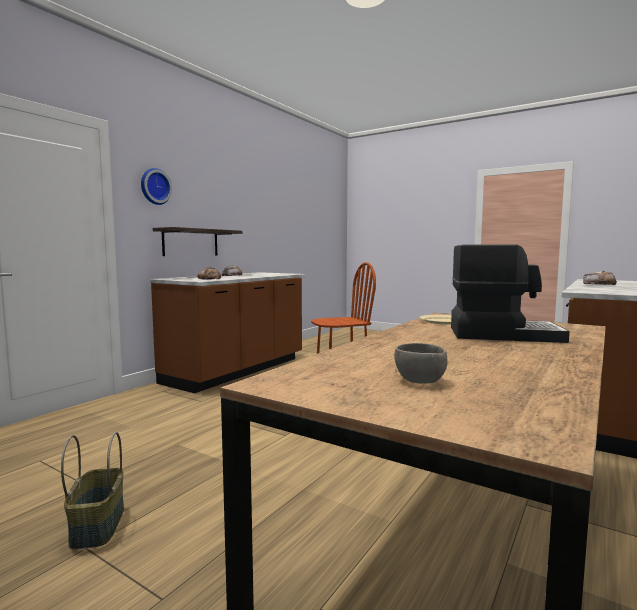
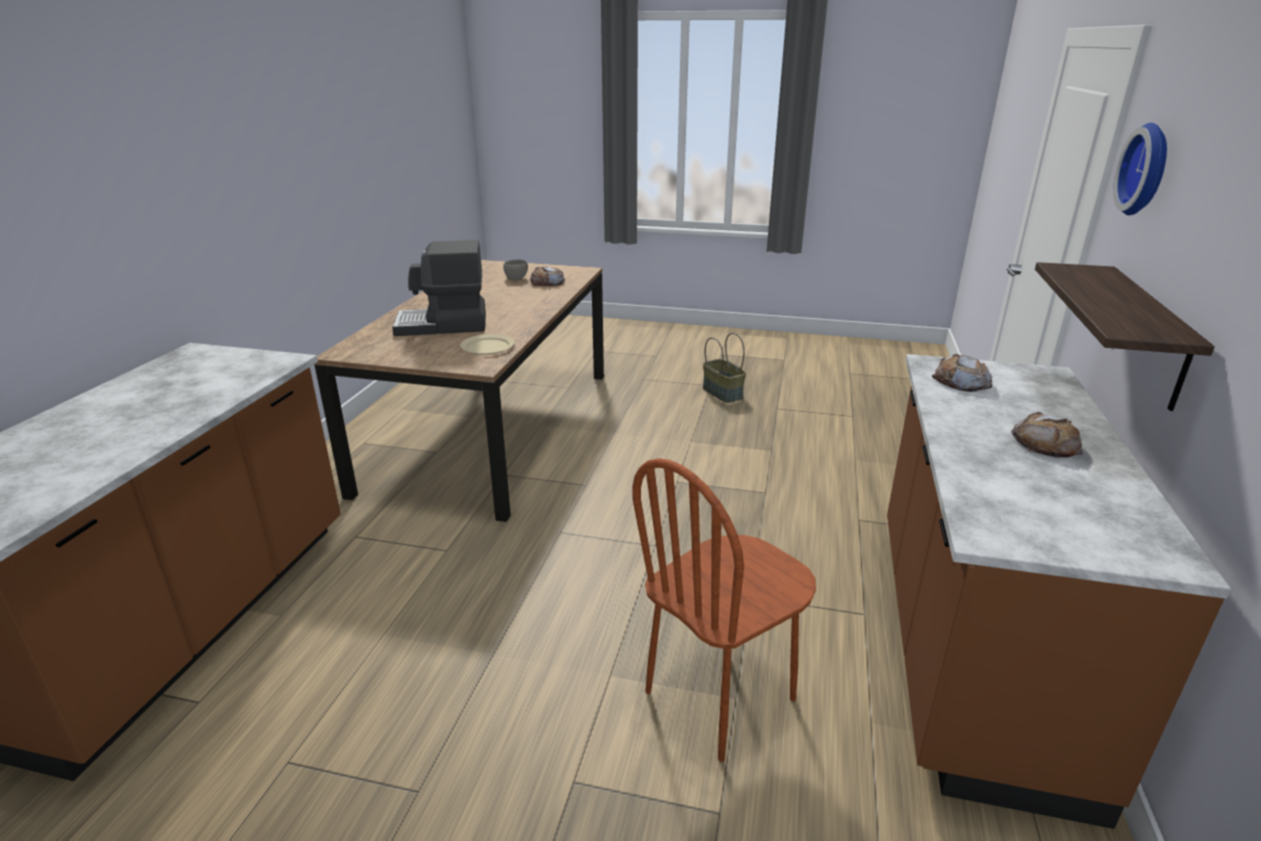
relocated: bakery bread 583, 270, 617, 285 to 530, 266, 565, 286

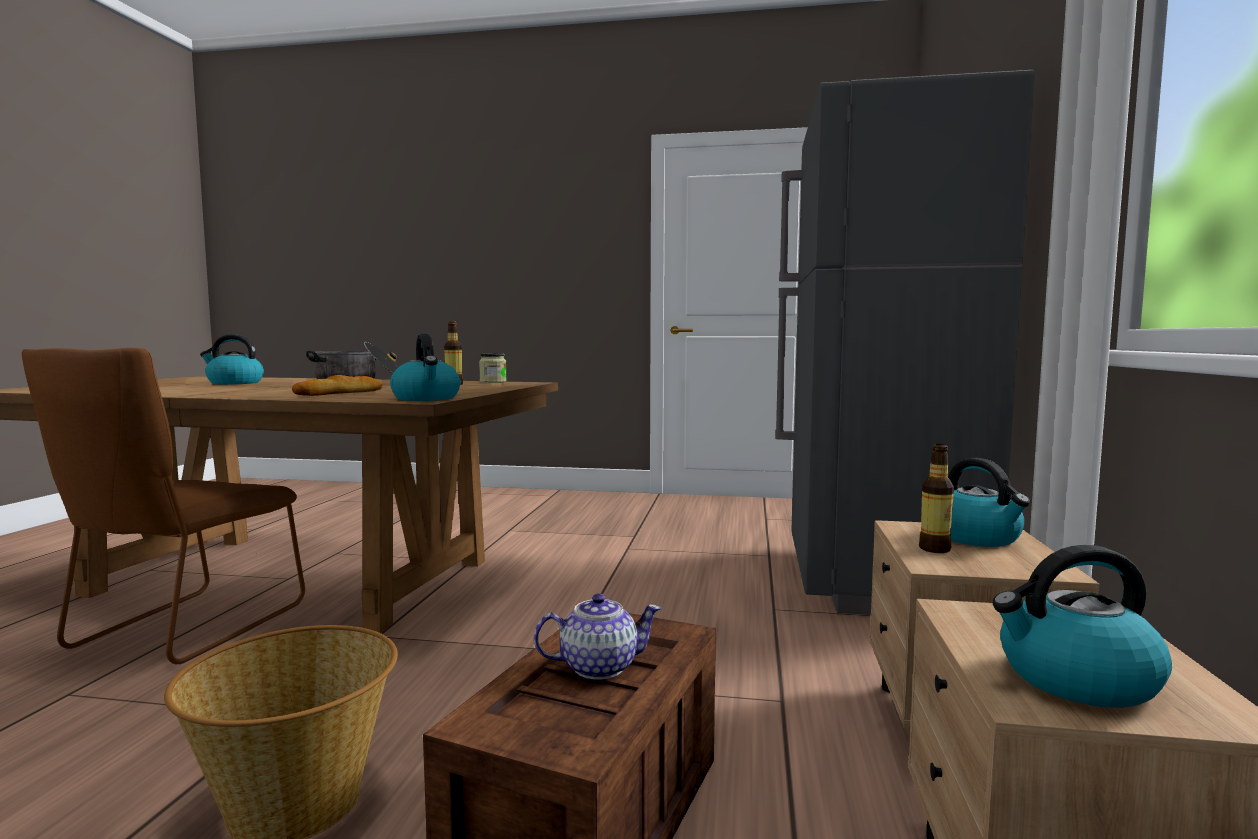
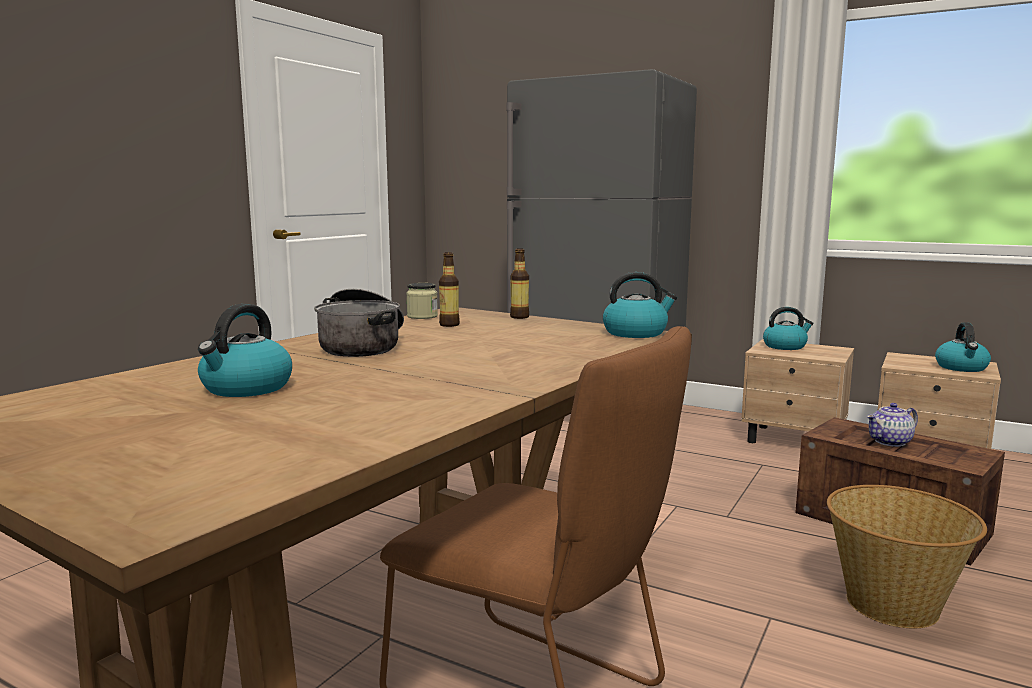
missing: bakery bread 292, 375, 383, 396
relocated: beverage bottle 919, 444, 954, 553 to 510, 249, 529, 319
spun: teapot 534, 593, 661, 679 = 866, 403, 918, 447 120 degrees counterclockwise

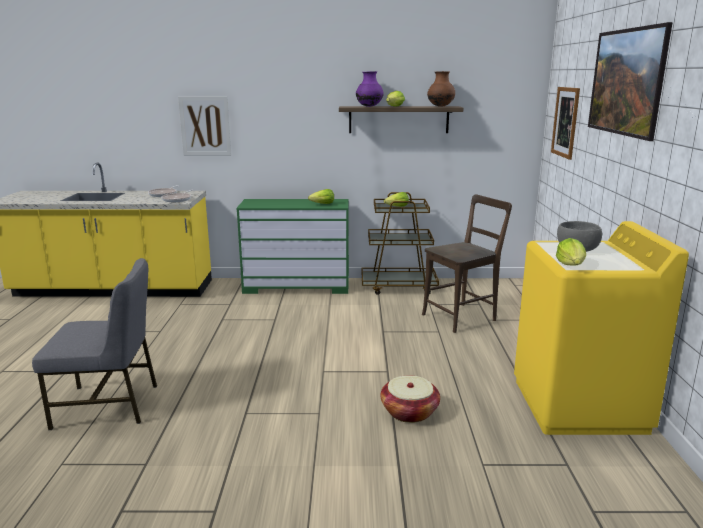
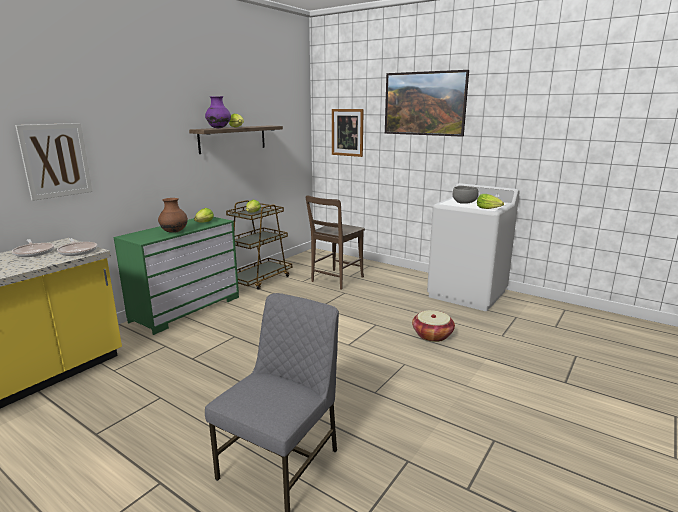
relocated: brown decorative vase 427, 71, 455, 107 to 158, 198, 188, 233
colour: yellow-coloured washing machine 514, 221, 689, 435 to whitish washing machine 427, 183, 520, 311
spun: brown plain chair 422, 194, 512, 333 = 306, 195, 365, 290 150 degrees counterclockwise

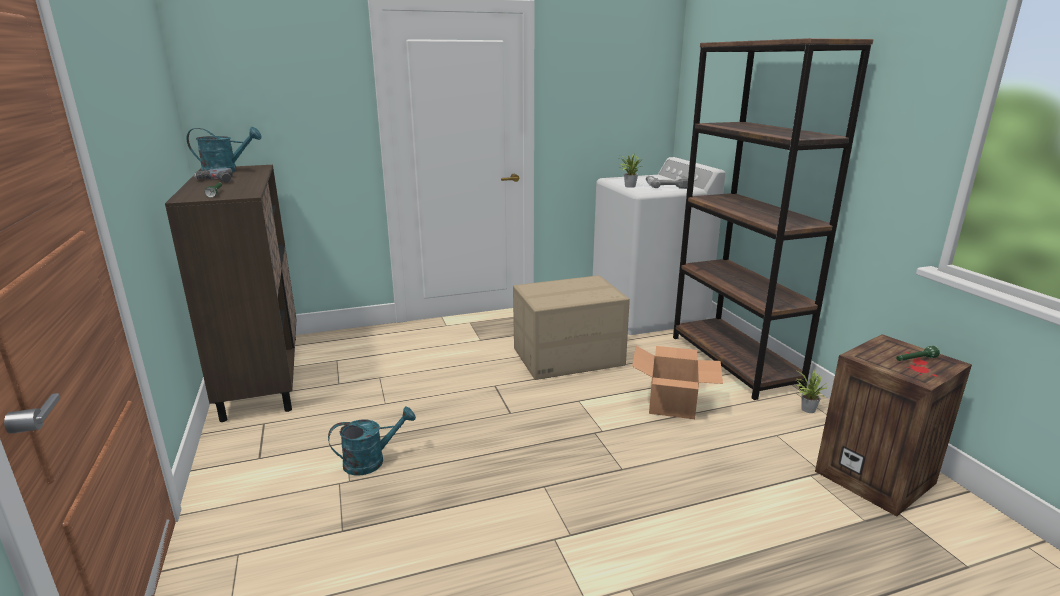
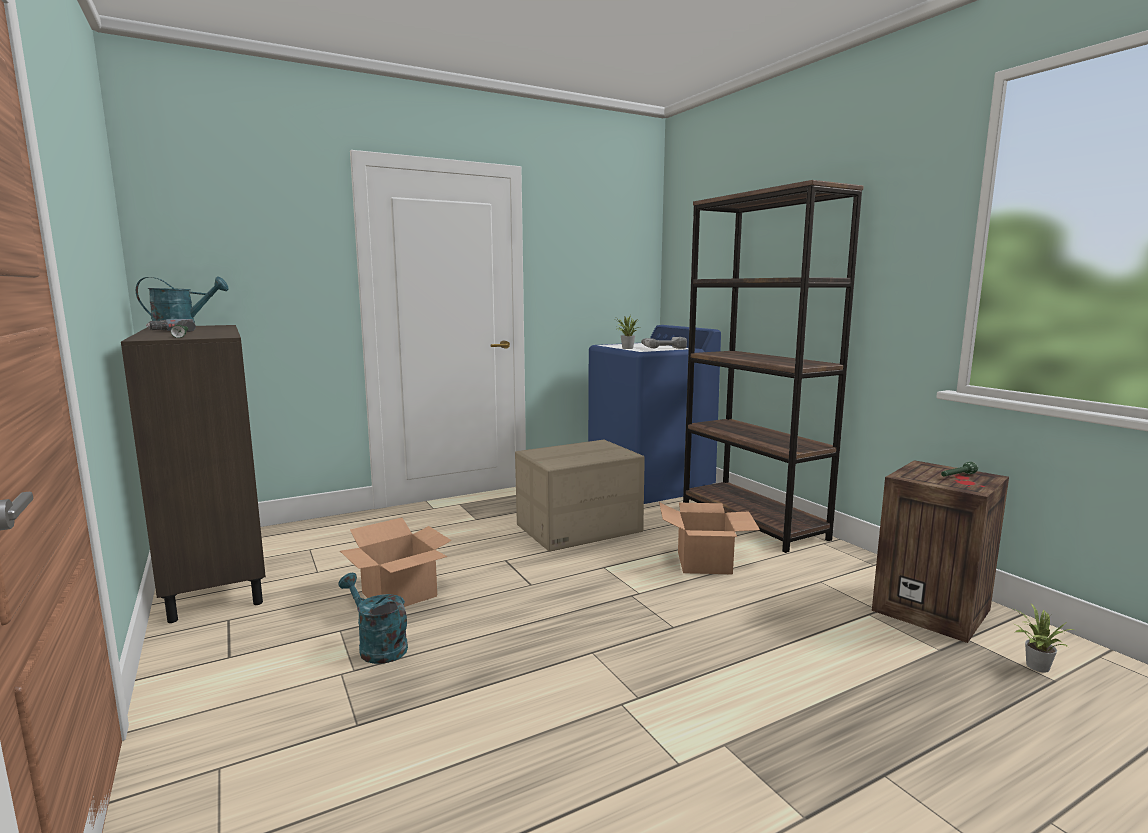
appeared: carton 340, 518, 452, 607
relocated: houseplant 797, 369, 828, 413 to 1014, 604, 1074, 672
colour: whitish washing machine 593, 157, 726, 335 to blue washing machine 588, 325, 721, 504
spun: turquoise-coloured watering can 328, 406, 416, 476 = 338, 573, 408, 664 105 degrees counterclockwise

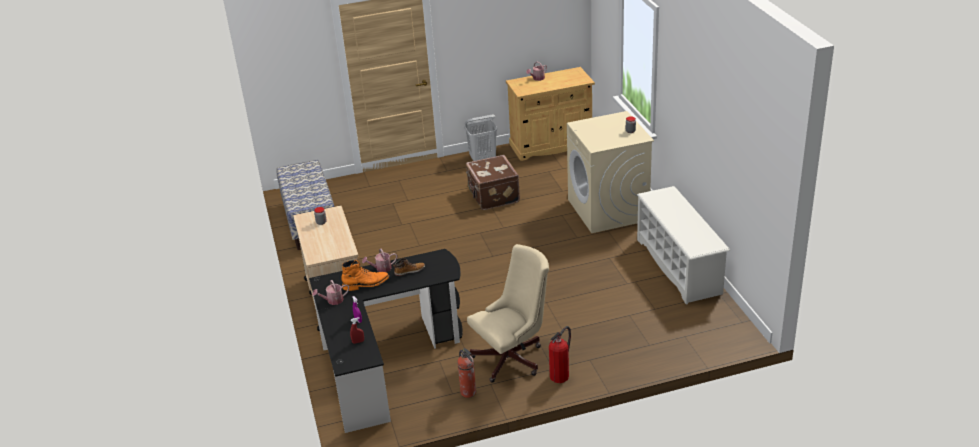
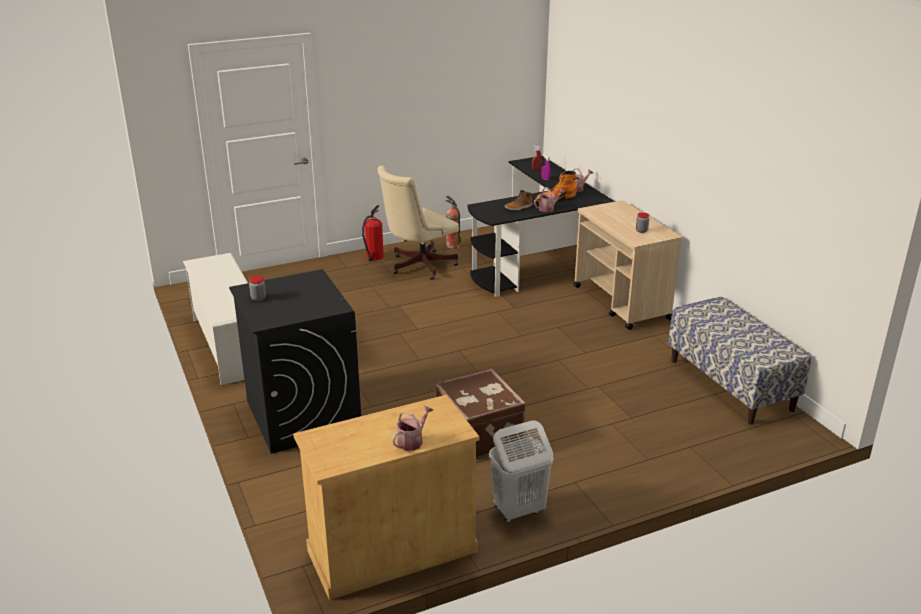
colour: beige-coloured washing machine 567, 111, 654, 233 to blackish washing machine 229, 269, 361, 454

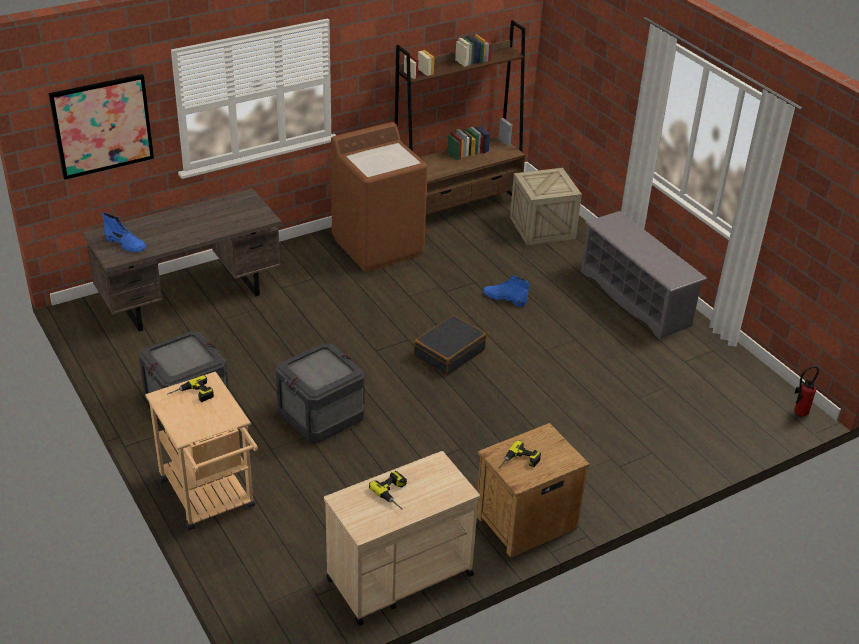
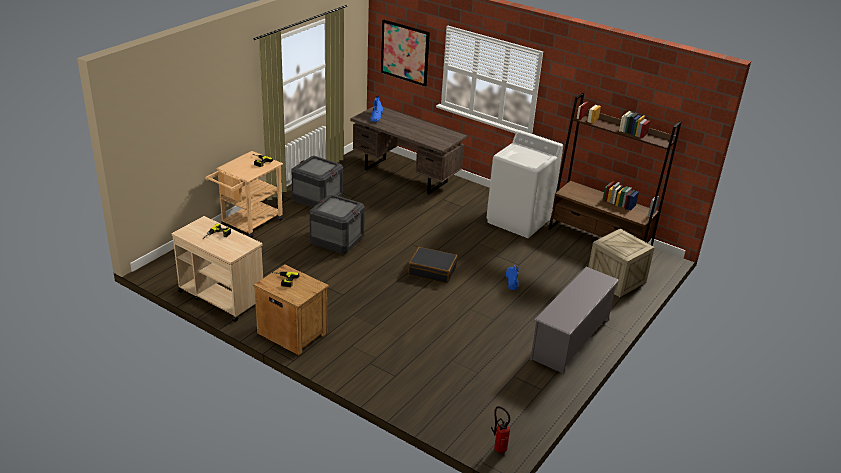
colour: brown washing machine 331, 122, 428, 272 to whitish washing machine 486, 130, 563, 238

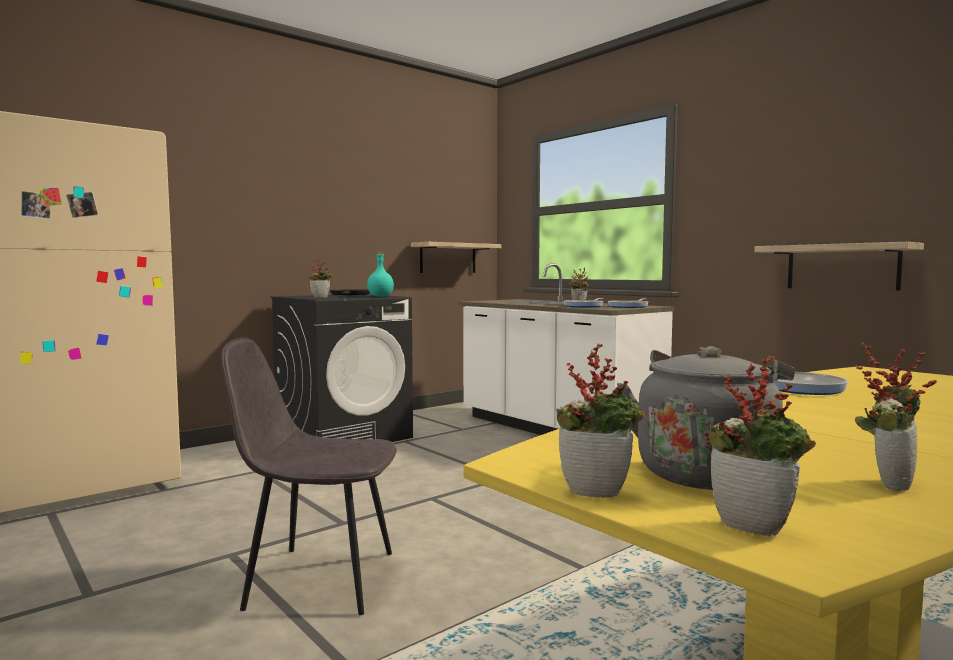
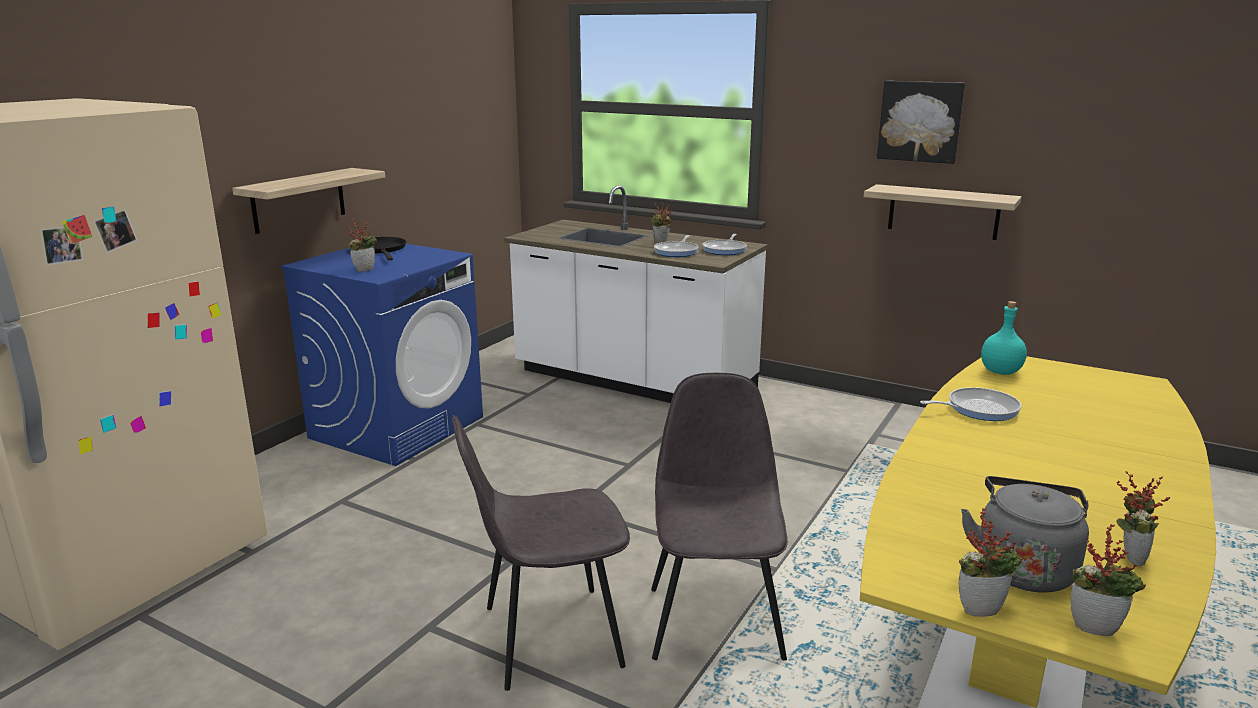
appeared: gray plain chair 651, 373, 788, 661; picture 877, 81, 965, 164
relocated: shelf 411, 242, 502, 273 to 232, 168, 385, 234; turquoise-coloured beverage bottle 367, 251, 394, 297 to 981, 301, 1027, 375
colour: blackish washing machine 271, 295, 413, 442 to blue washing machine 280, 244, 483, 466

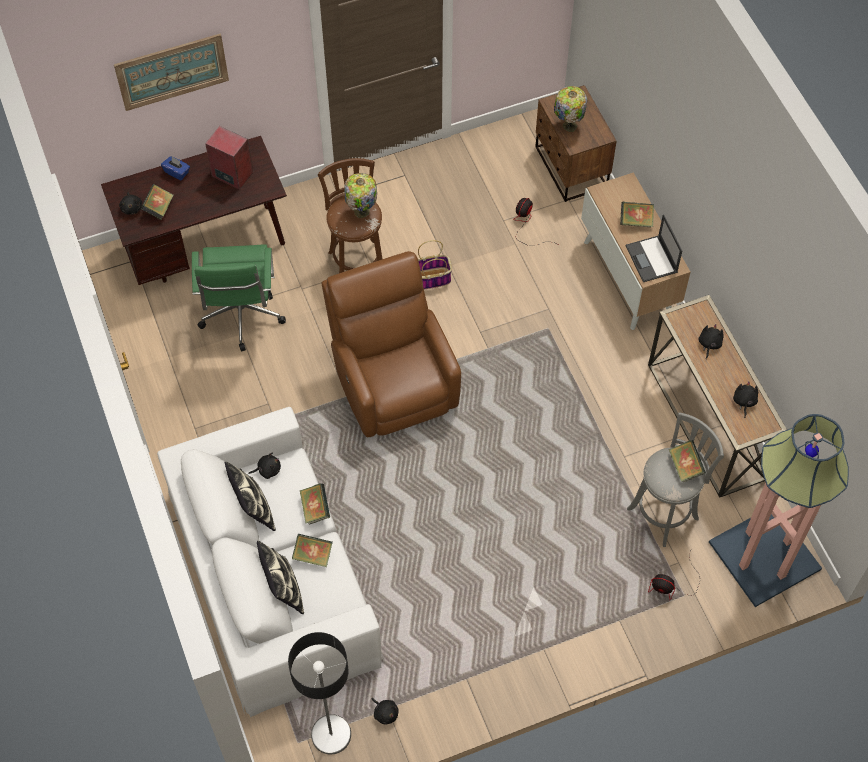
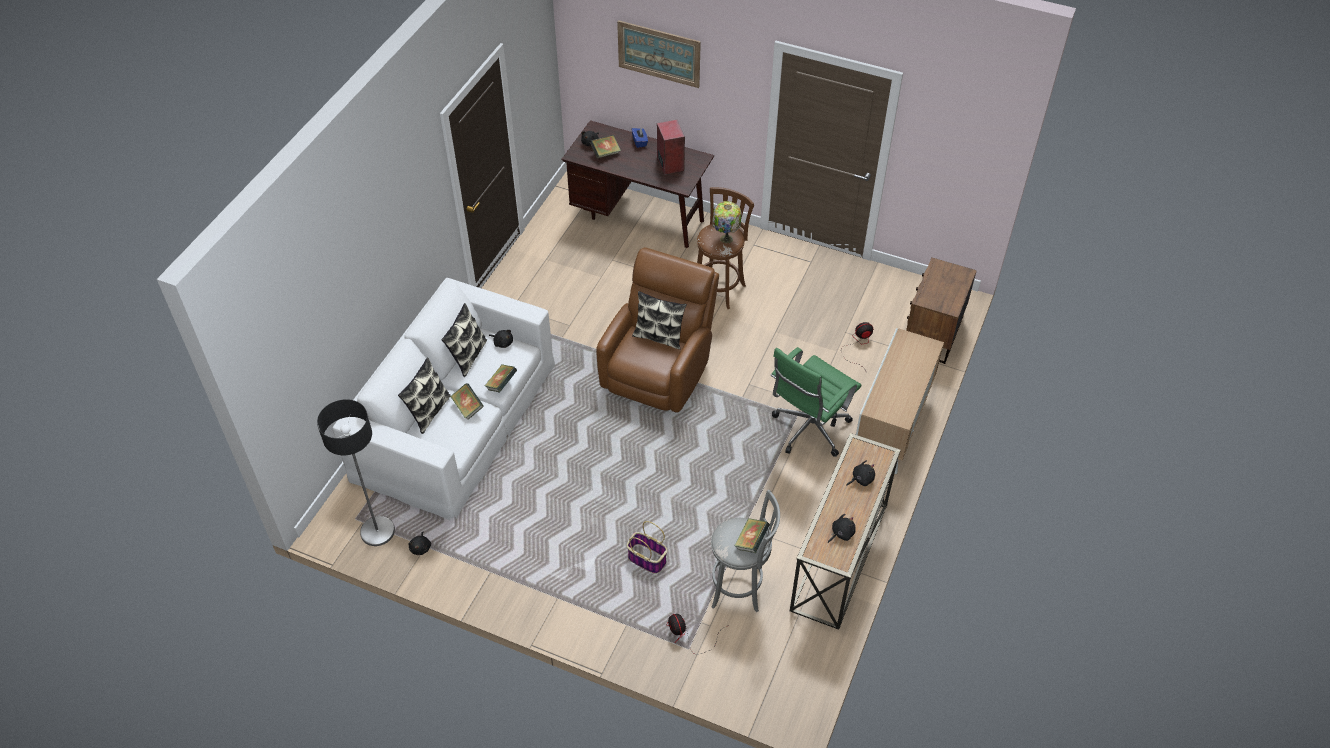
missing: tabletop lamp 554, 86, 587, 132; book 620, 202, 654, 227; portable computer 626, 214, 682, 282; standing lamp 709, 414, 849, 607
appeared: pillow 632, 291, 687, 350
relocated: storage basket 418, 240, 452, 289 to 627, 521, 667, 574; greenish desk chair 192, 244, 286, 352 to 770, 347, 861, 457

